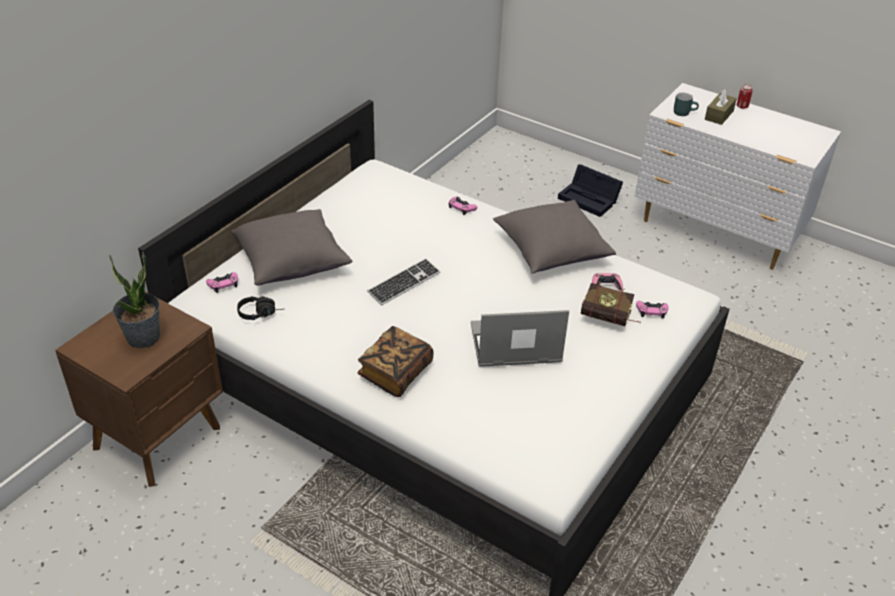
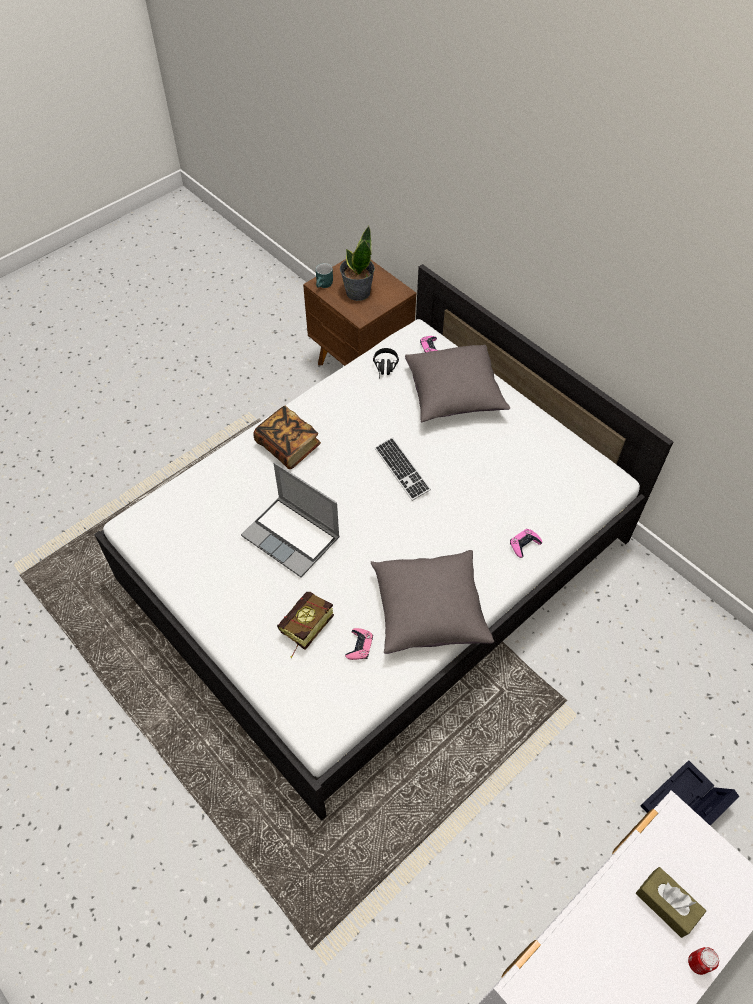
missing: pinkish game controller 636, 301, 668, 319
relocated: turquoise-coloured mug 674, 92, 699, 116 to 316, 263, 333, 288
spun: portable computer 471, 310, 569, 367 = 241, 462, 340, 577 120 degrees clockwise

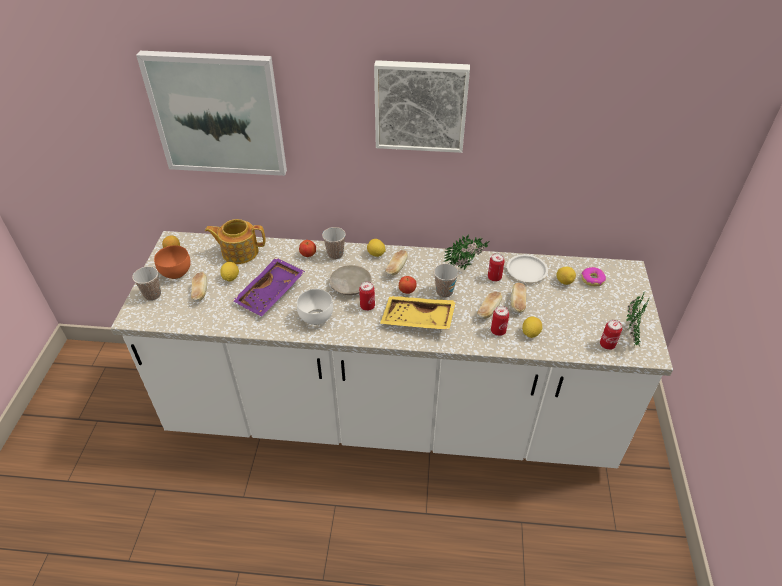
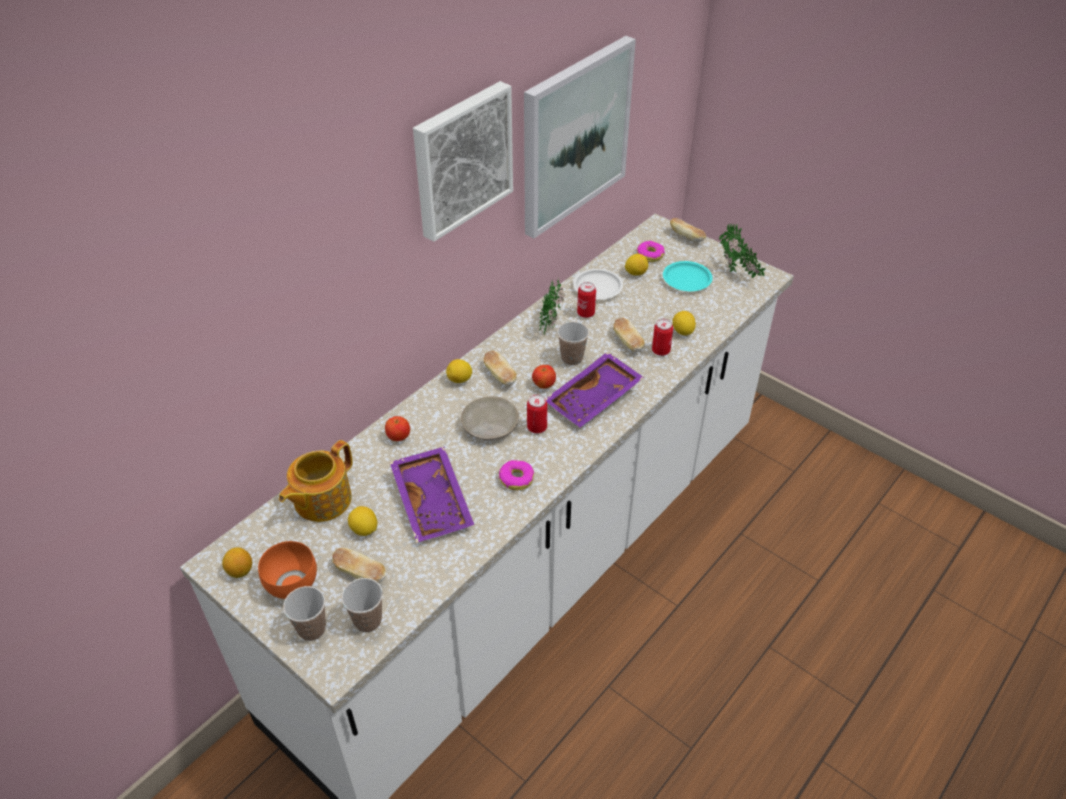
missing: metal can 600, 320, 622, 350
appeared: turquoise-coloured dinner plate 663, 261, 713, 291
relocated: small cup 322, 227, 346, 260 to 341, 578, 383, 632; picture 136, 51, 287, 176 to 524, 36, 636, 238; bakery bread 511, 283, 526, 313 to 670, 218, 706, 242
exchanged: whitish serving bowl 297, 289, 333, 325 to doughnut 499, 460, 534, 490
colour: yellow-coloured tray 380, 296, 456, 330 to purplish tray 546, 352, 644, 427

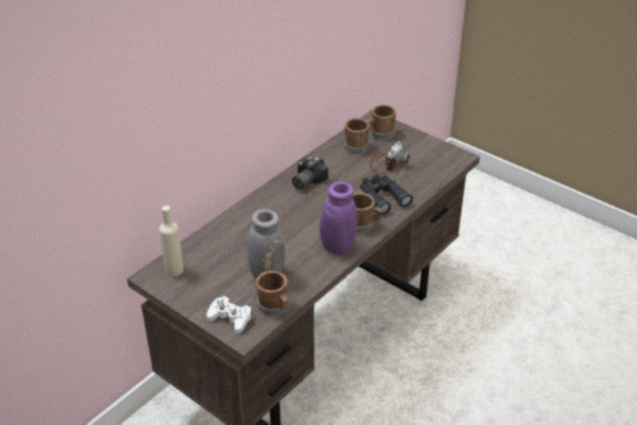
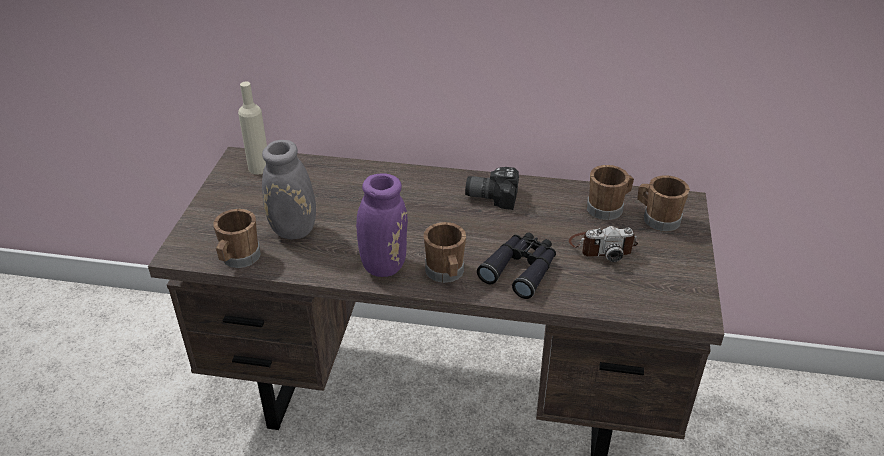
missing: whitish game controller 207, 296, 252, 334

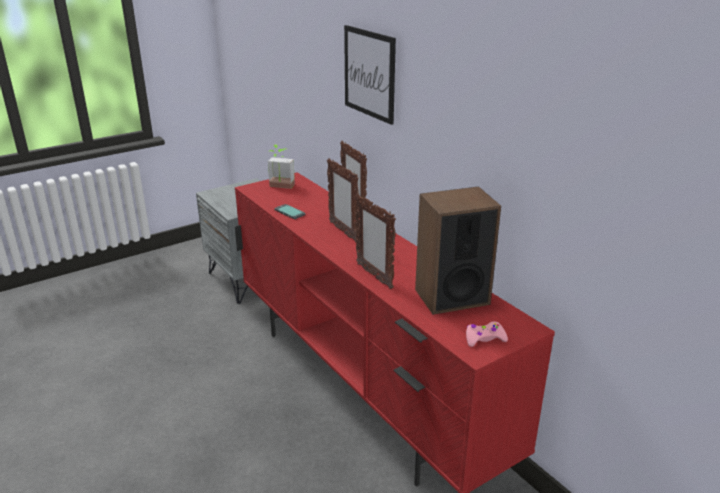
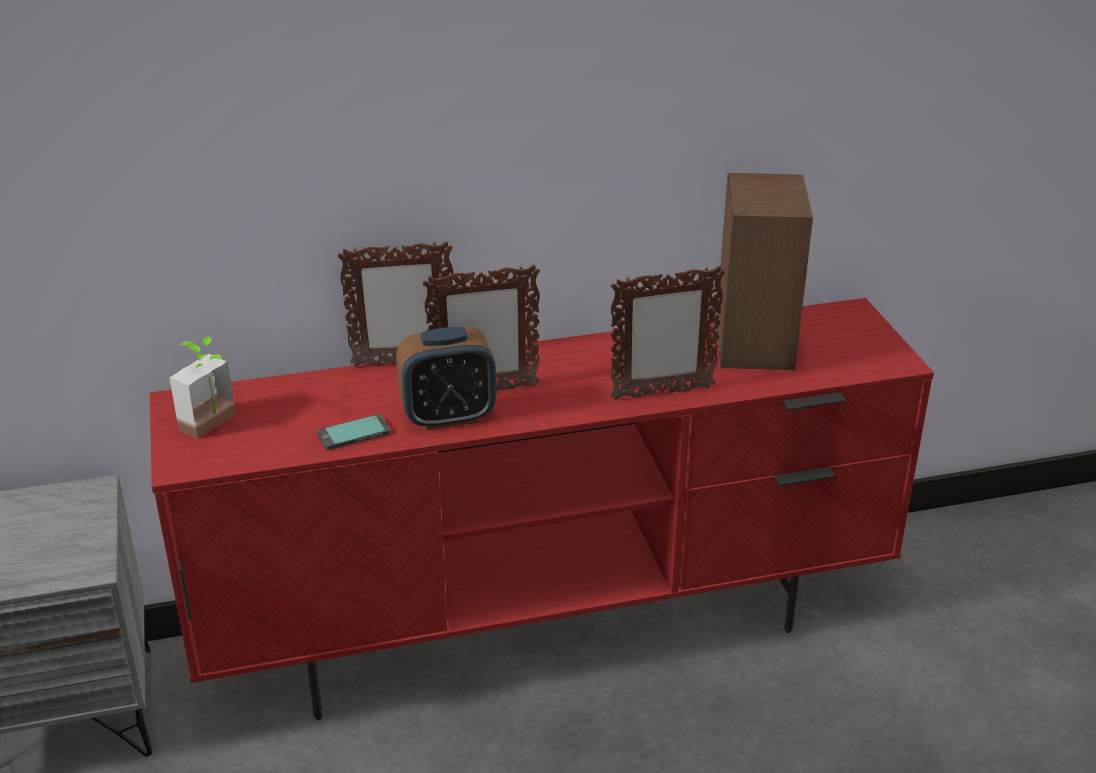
missing: picture 344, 25, 396, 125; pinkish game controller 466, 321, 508, 347
appeared: table clock 396, 327, 496, 430

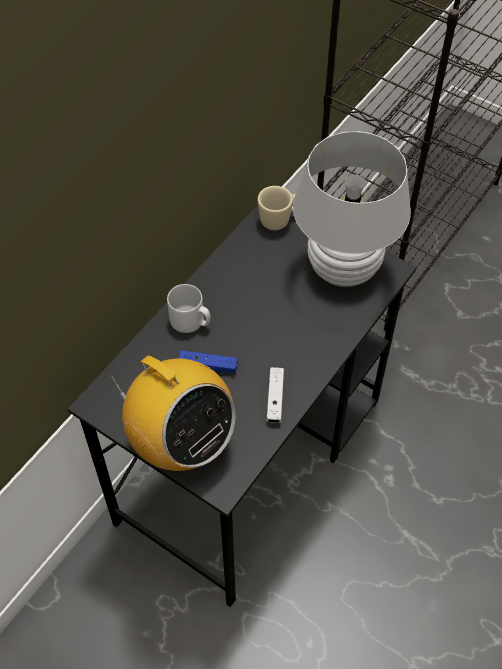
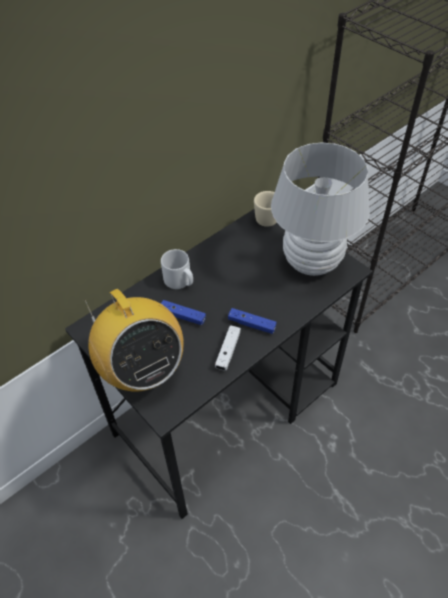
appeared: blue game controller 228, 308, 277, 334

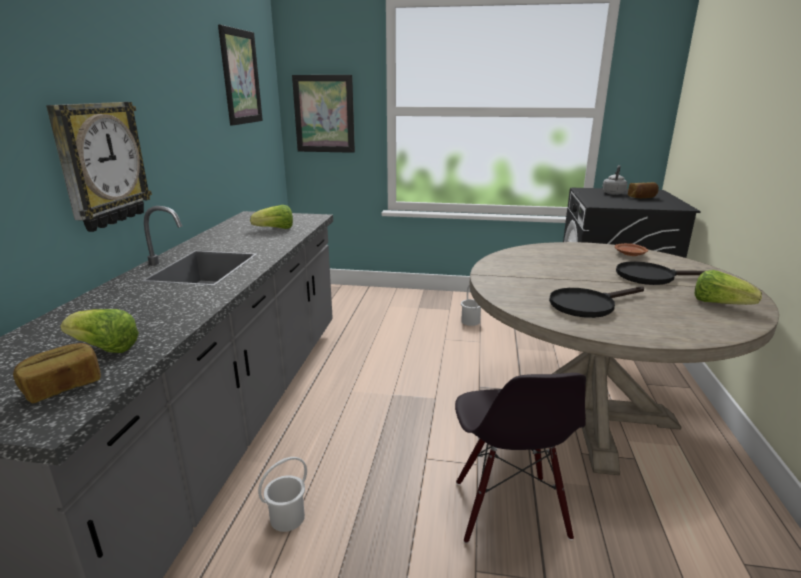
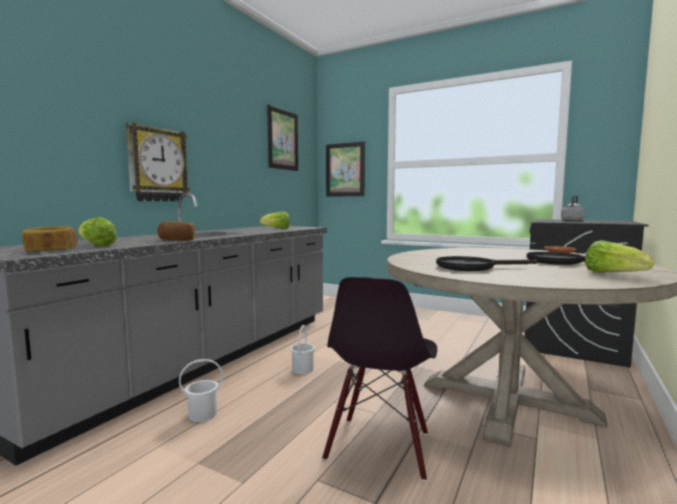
relocated: bakery bread 628, 182, 659, 198 to 157, 221, 195, 241; whitish pail 461, 285, 481, 326 to 290, 325, 315, 374

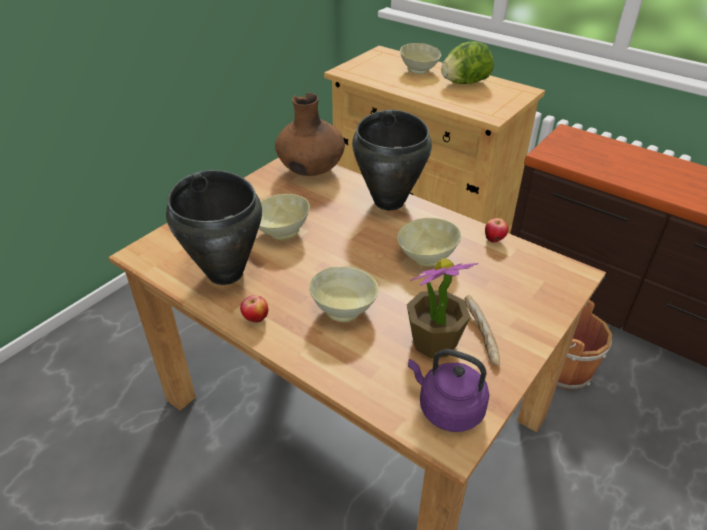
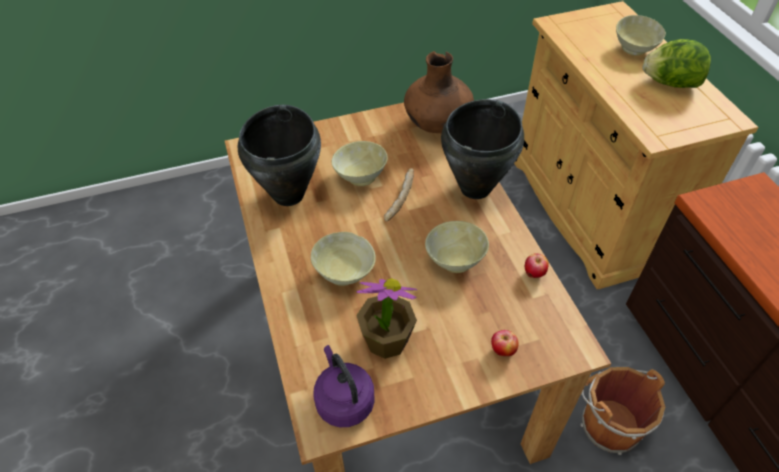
relocated: bakery bread 464, 295, 500, 366 to 384, 168, 414, 222; apple fruit 240, 295, 268, 323 to 491, 330, 519, 357

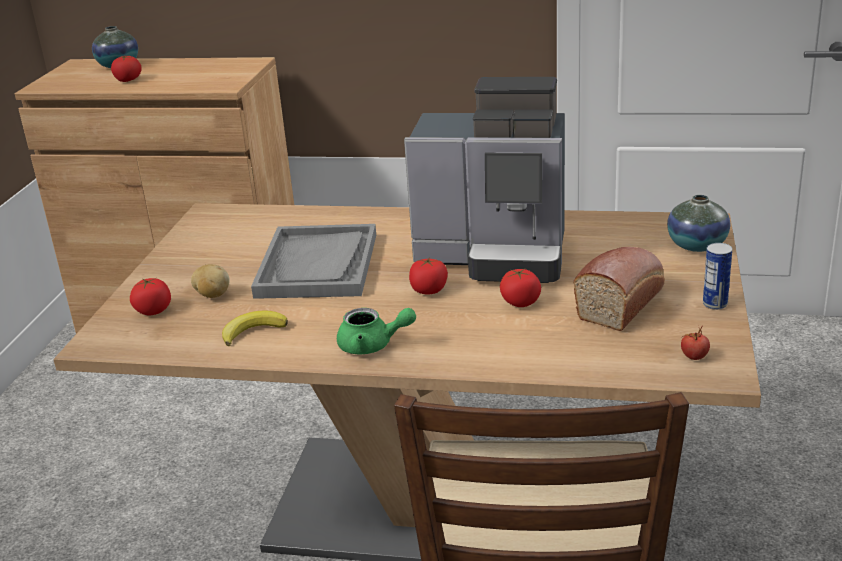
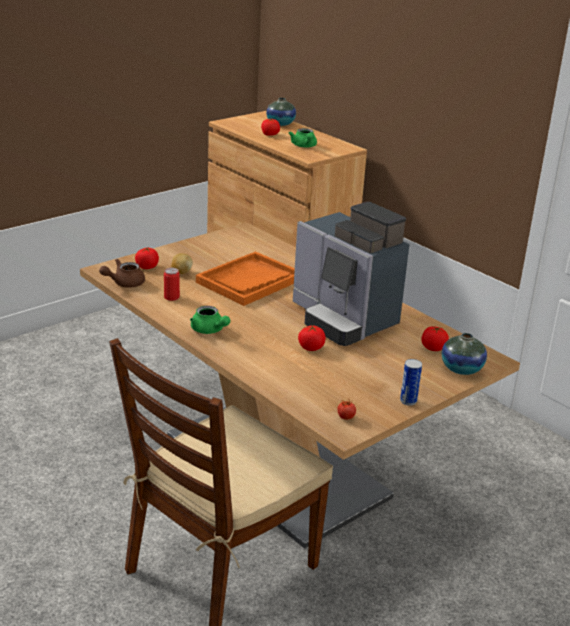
missing: bakery bread 574, 247, 665, 331
appeared: brown teapot 99, 259, 145, 288; greenish teapot 288, 128, 317, 148
relocated: whole tomato 409, 257, 448, 295 to 421, 326, 449, 351
exchanged: banana 222, 310, 288, 346 to metal can 164, 268, 180, 301
colour: gray tray 251, 224, 376, 299 to orangey tray 196, 251, 295, 306

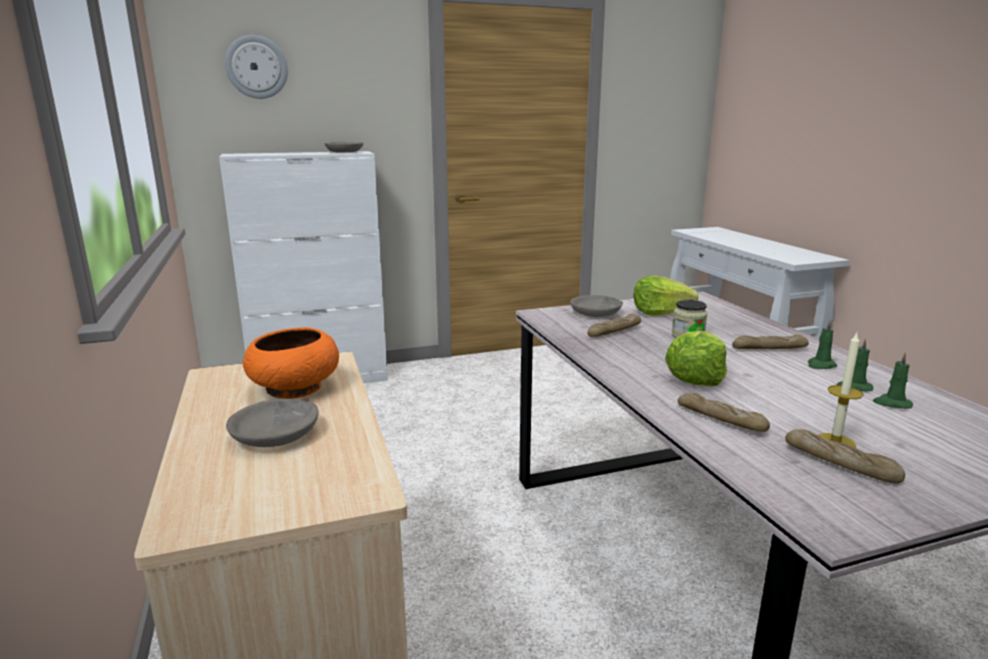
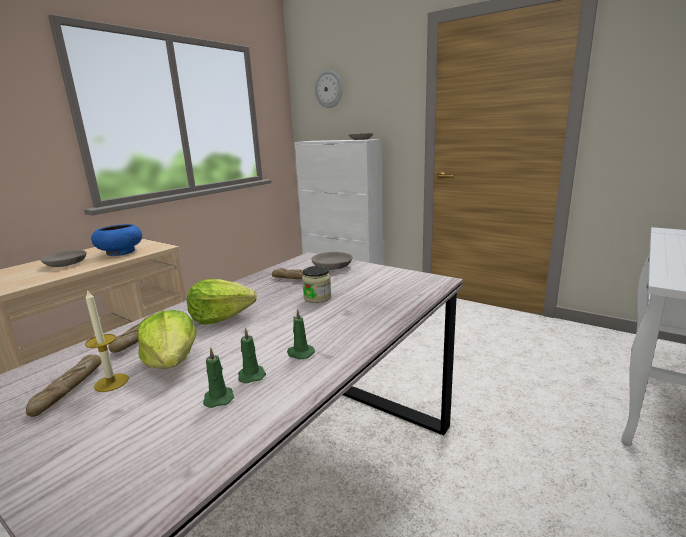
missing: bakery bread 732, 335, 809, 349
relocated: lettuce 634, 276, 699, 316 to 137, 310, 197, 369
colour: orangey serving bowl 243, 327, 339, 399 to blue serving bowl 91, 224, 142, 256

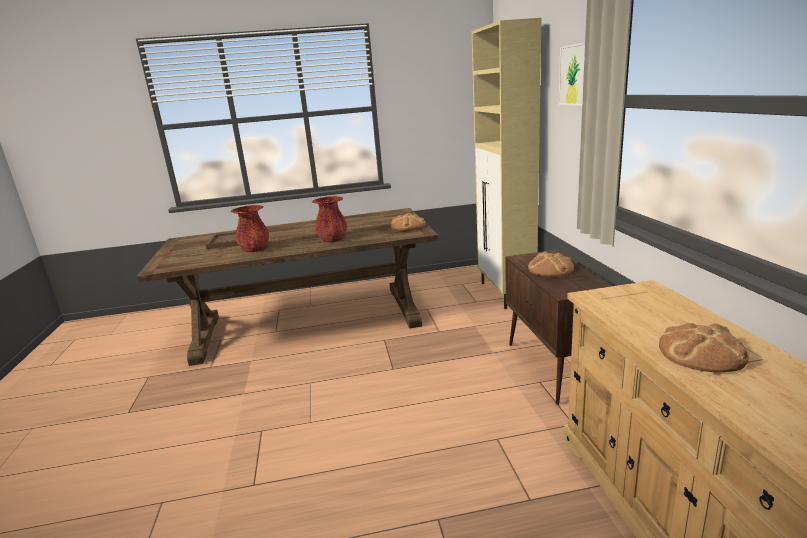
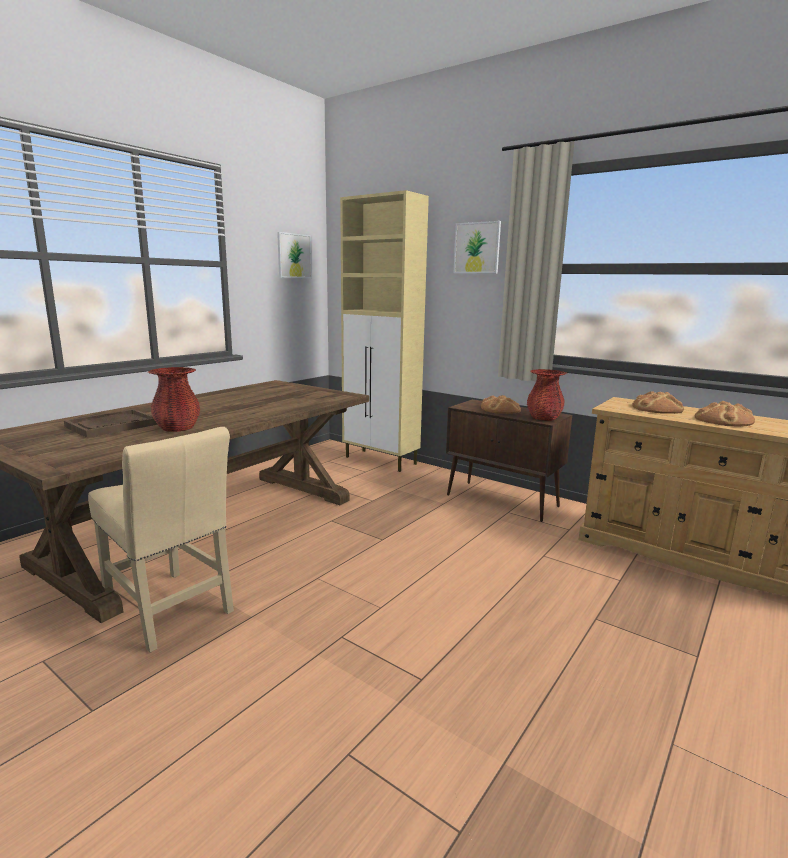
appeared: beige-coloured plain chair 88, 427, 234, 653; picture 277, 232, 312, 278
relocated: red-coloured decorative vase 312, 196, 347, 242 to 527, 369, 567, 421; bakery bread 391, 213, 426, 231 to 632, 391, 684, 414

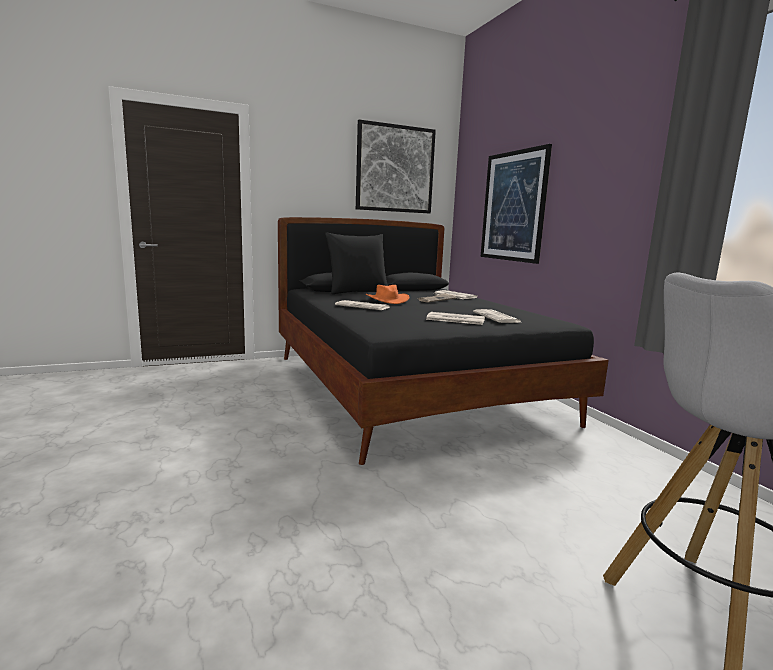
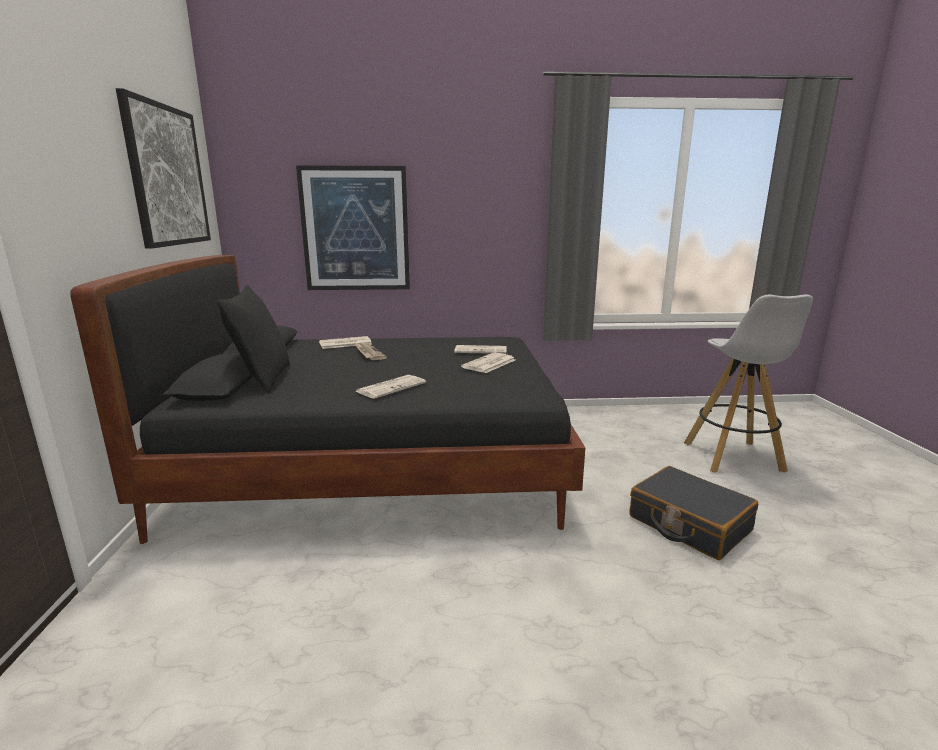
missing: orangey wearable hat 366, 285, 409, 304
appeared: blackish piece of luggage 629, 466, 758, 560

